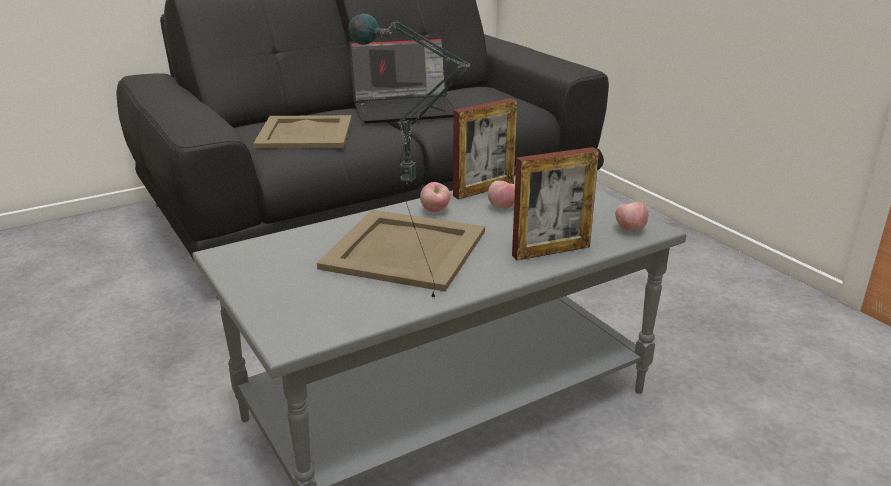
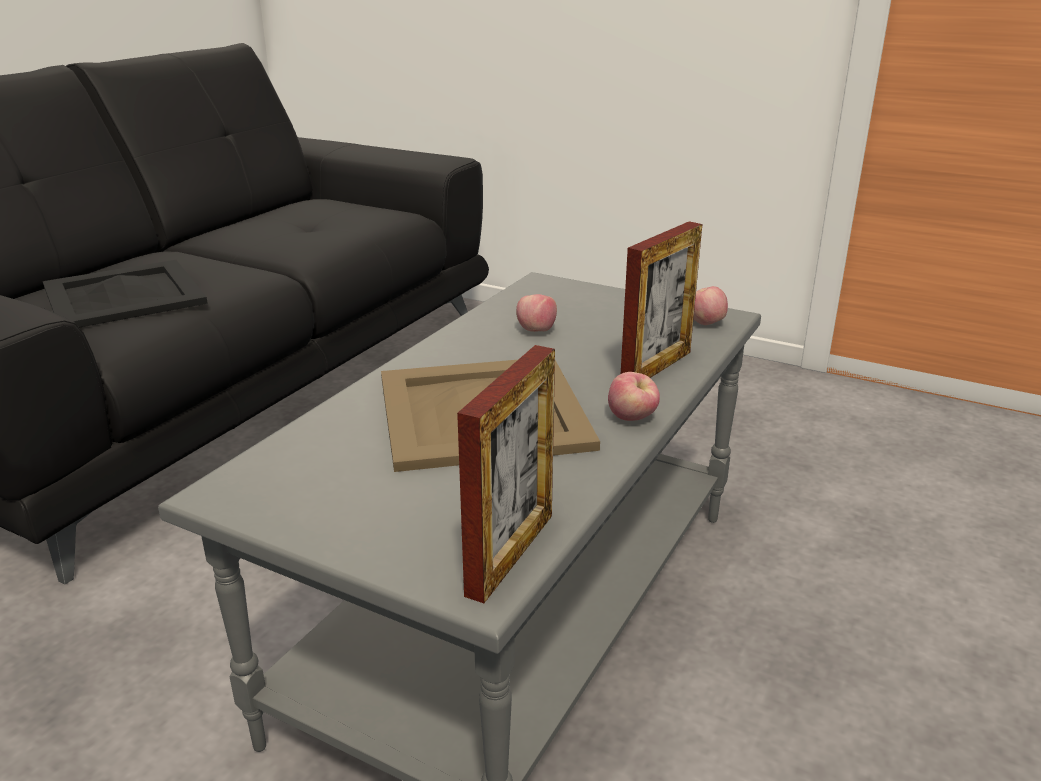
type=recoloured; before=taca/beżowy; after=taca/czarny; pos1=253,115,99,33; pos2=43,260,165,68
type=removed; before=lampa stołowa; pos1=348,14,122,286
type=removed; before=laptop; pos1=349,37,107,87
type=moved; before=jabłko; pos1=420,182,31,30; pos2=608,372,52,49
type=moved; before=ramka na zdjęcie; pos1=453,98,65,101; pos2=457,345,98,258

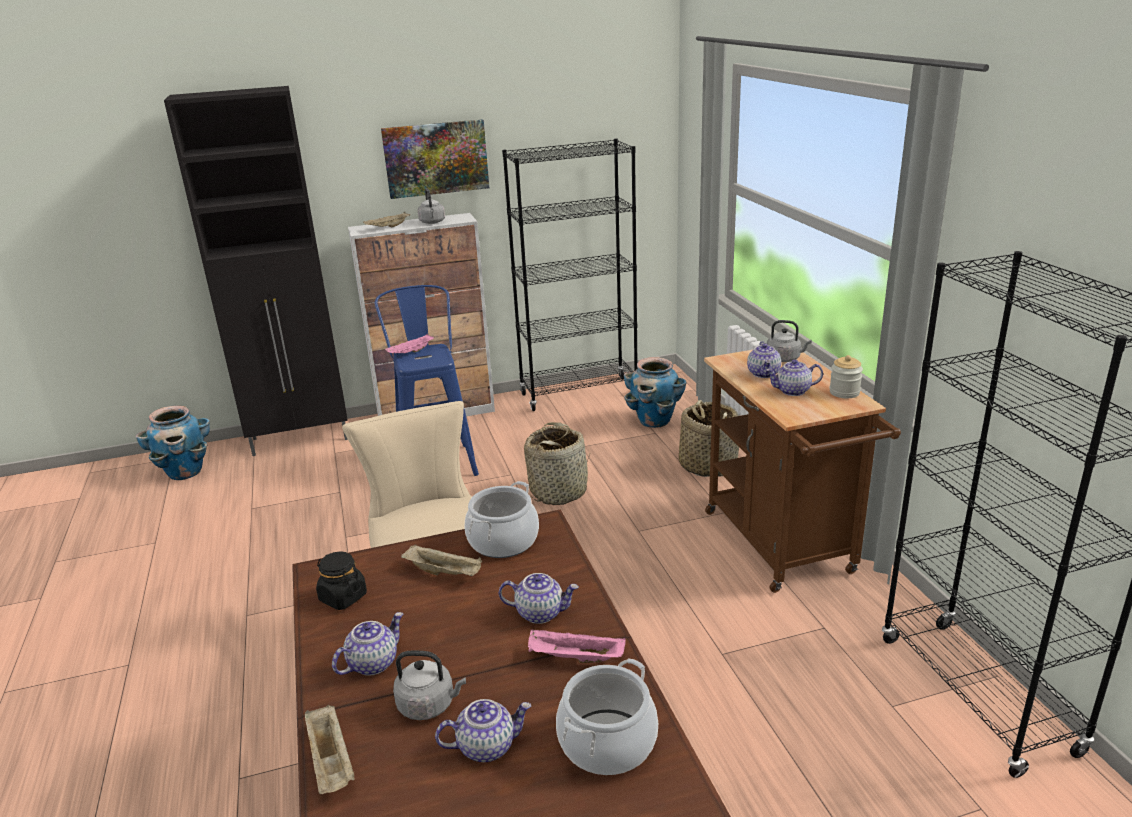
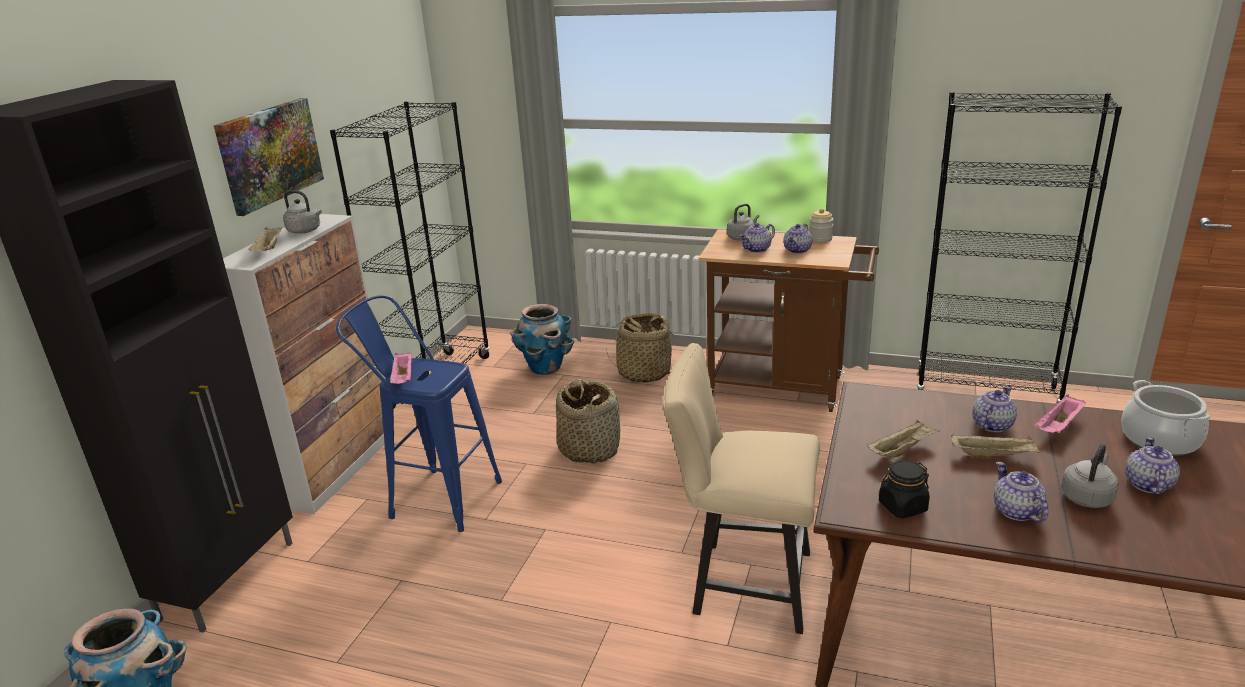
type=moved; before=taca/beżowy; pos1=305,705,50,89; pos2=951,434,89,25
type=removed; before=garnek; pos1=465,481,74,77
type=turned; before=imbryk; pos1=747,341,34,37; pos2=739,223,36,30; turn=105

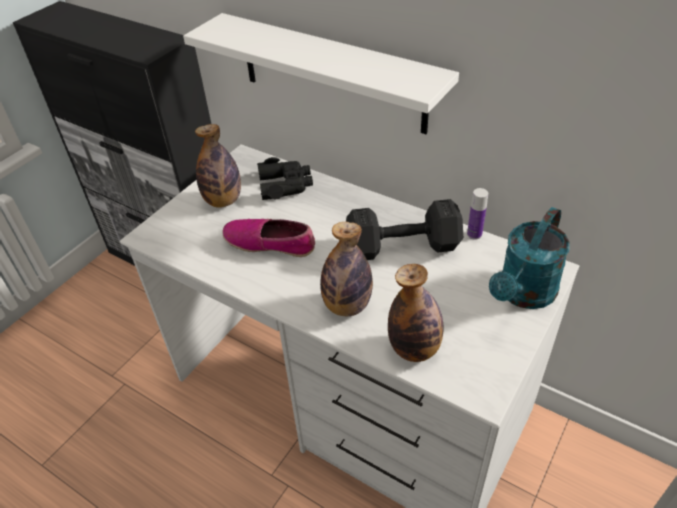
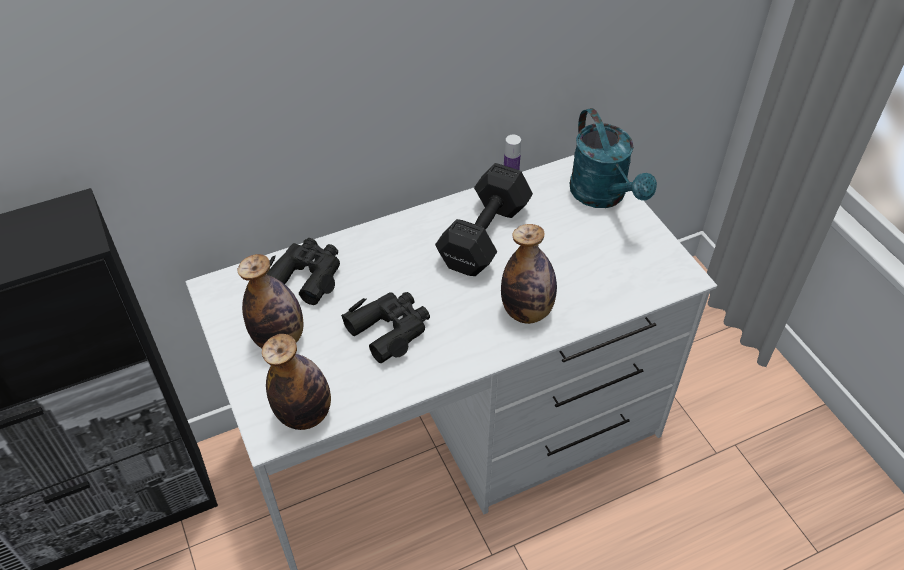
type=removed; before=półka/biały; pos1=183,13,276,121
type=replaced; before=but; after=lornetka/czarny; pos1=222,219,93,38; pos2=341,292,89,71
type=moved; before=butelka; pos1=388,264,56,98; pos2=262,334,69,96

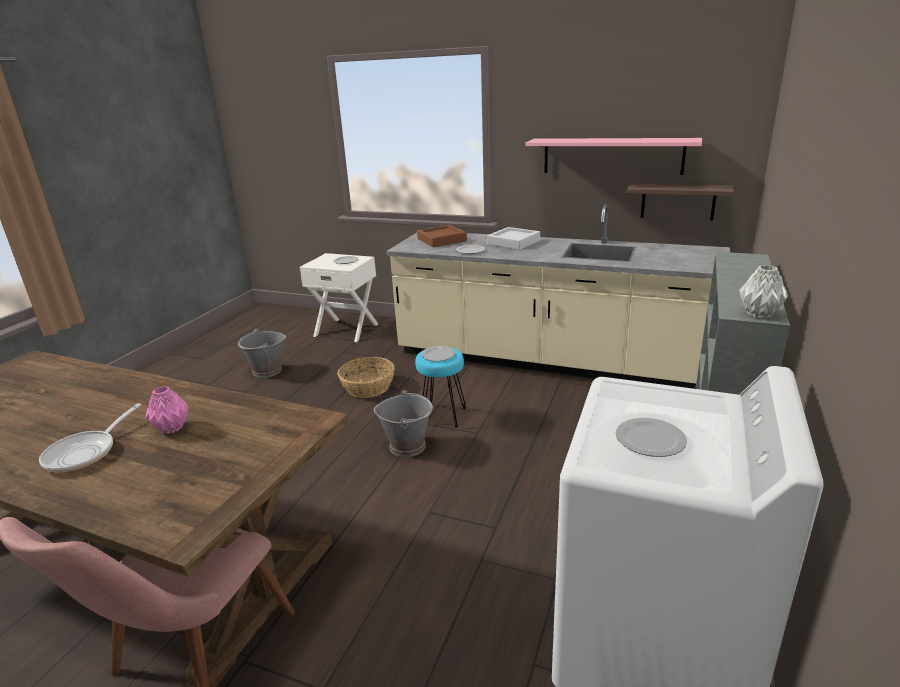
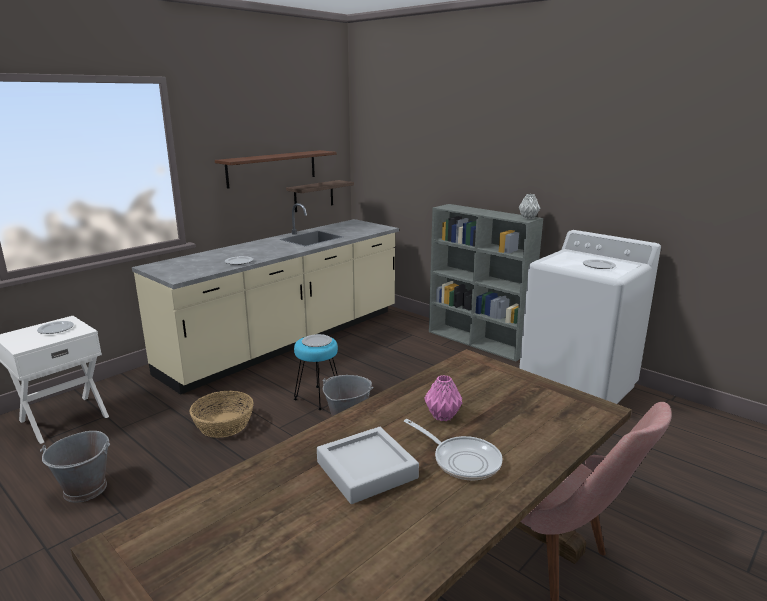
type=removed; before=taca/brązowy; pos1=417,225,50,22
type=moved; before=taca/szary; pos1=487,227,53,23; pos2=317,427,102,77
type=recoloured; before=półka/różowy; after=półka/brązowy; pos1=525,138,177,37; pos2=215,150,121,39

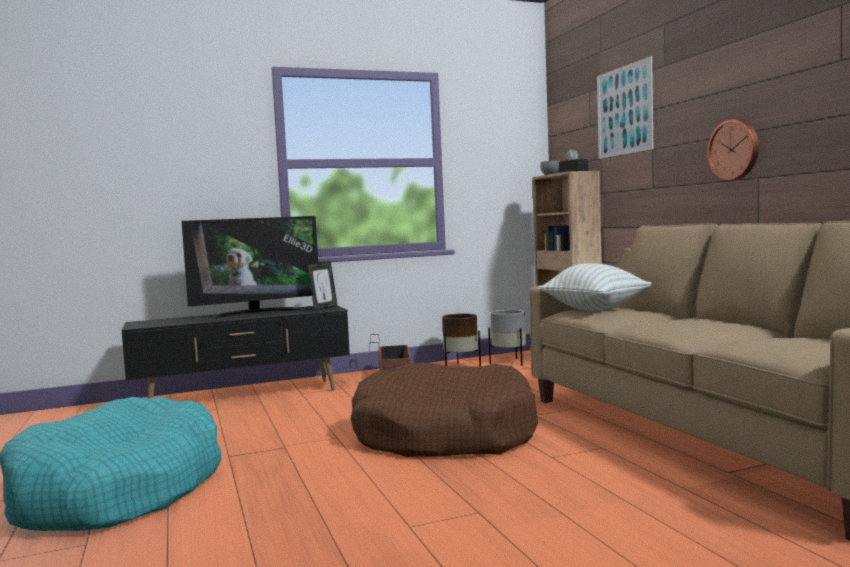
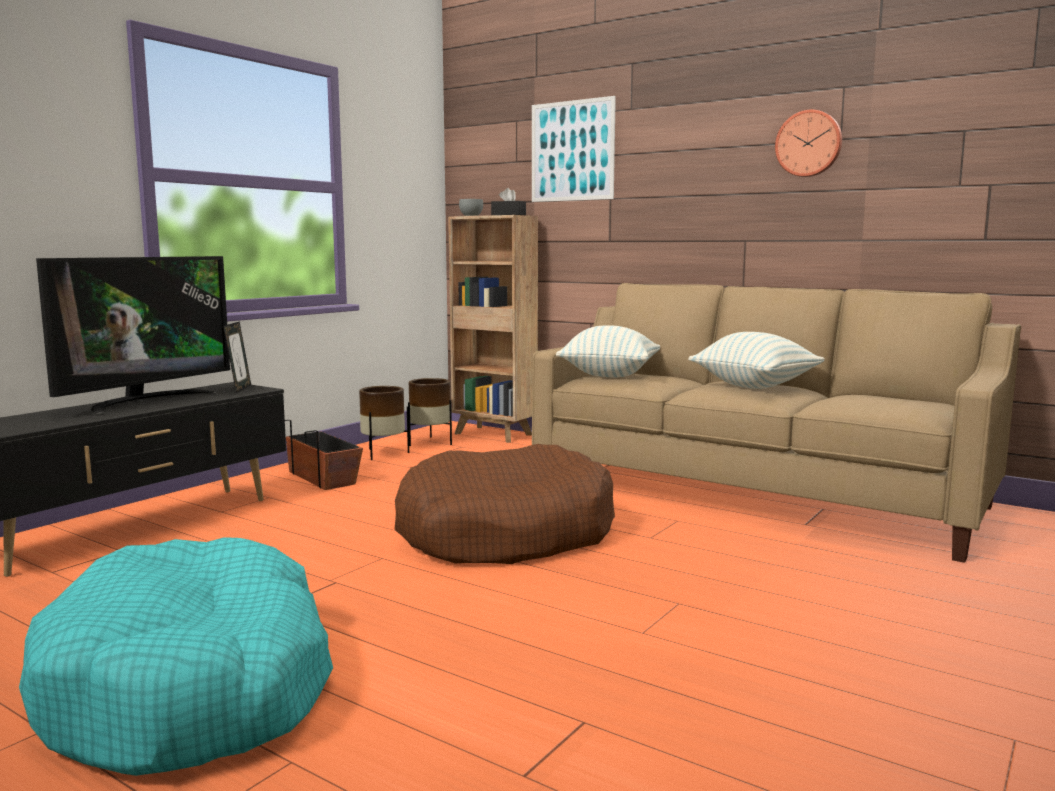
type=recoloured; before=donica/szary; after=donica/brązowy; pos1=488,310,38,56; pos2=408,378,44,68
type=moved; before=zegar ścienny; pos1=707,119,52,61; pos2=775,109,67,68
type=added; after=poduszka; pos2=688,332,137,57

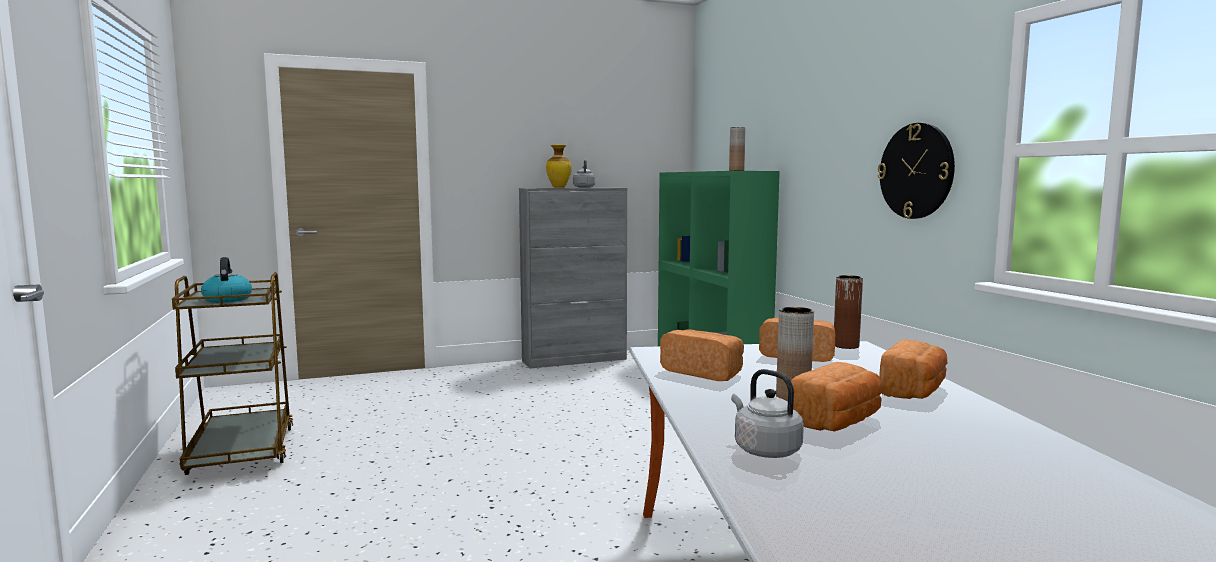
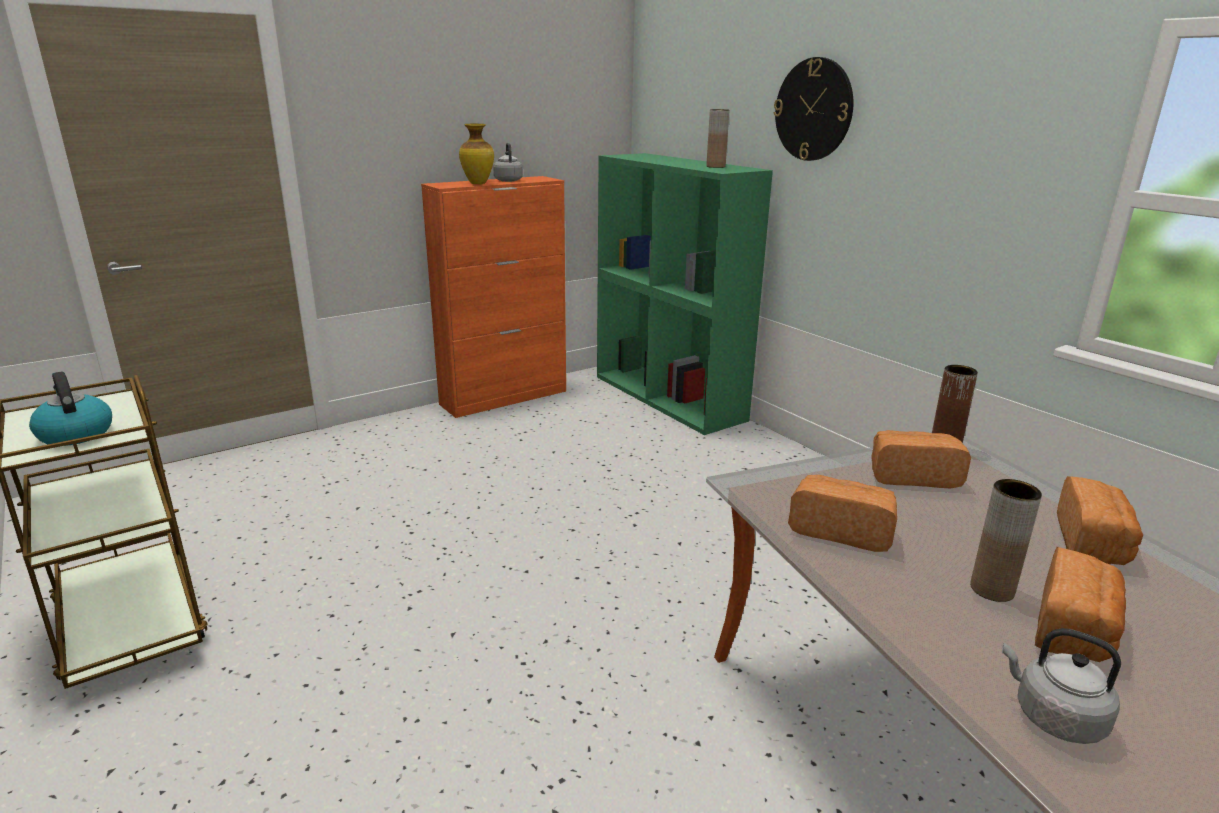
type=recoloured; before=szafka/szary; after=szafka/pomarańczowy; pos1=519,188,108,181; pos2=421,176,145,242
type=moved; before=zegar ścienny; pos1=878,123,77,96; pos2=774,57,79,104

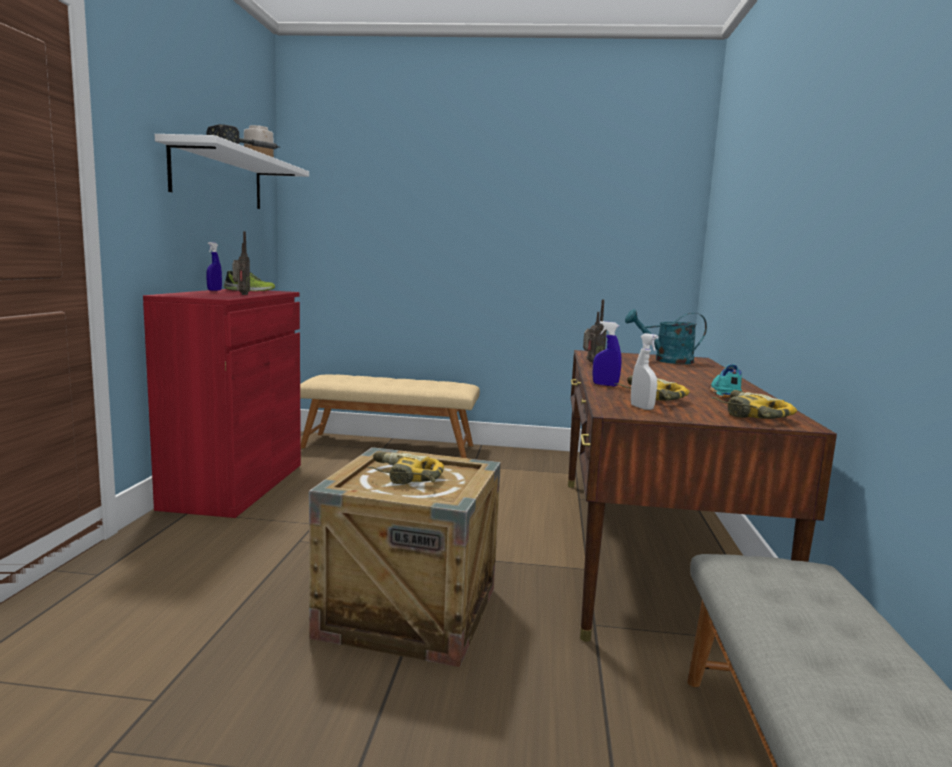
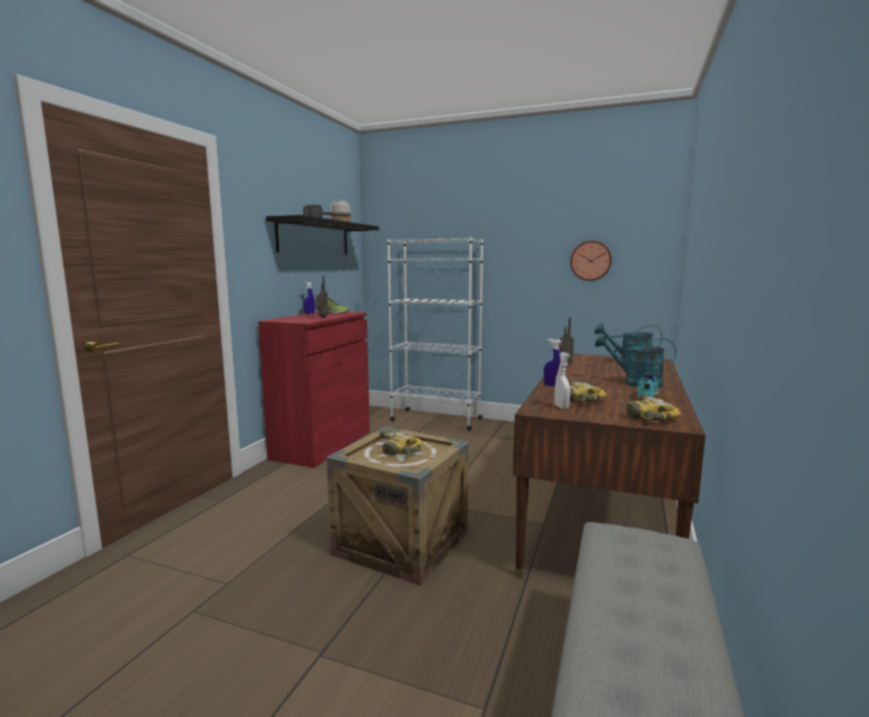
type=recoloured; before=półka/biały; after=półka/czarny; pos1=155,134,154,75; pos2=266,215,113,40
type=replaced; before=ławka/beżowy; after=regał/biały; pos1=300,374,180,84; pos2=387,237,97,194
type=added; after=zegar ścienny; pos2=570,241,42,40
type=added; after=konewka/turkusowy; pos2=595,334,81,54

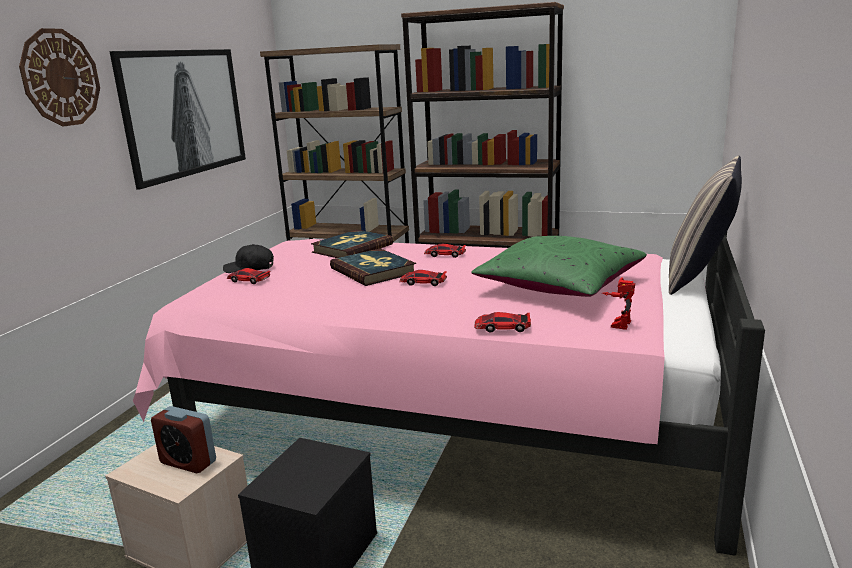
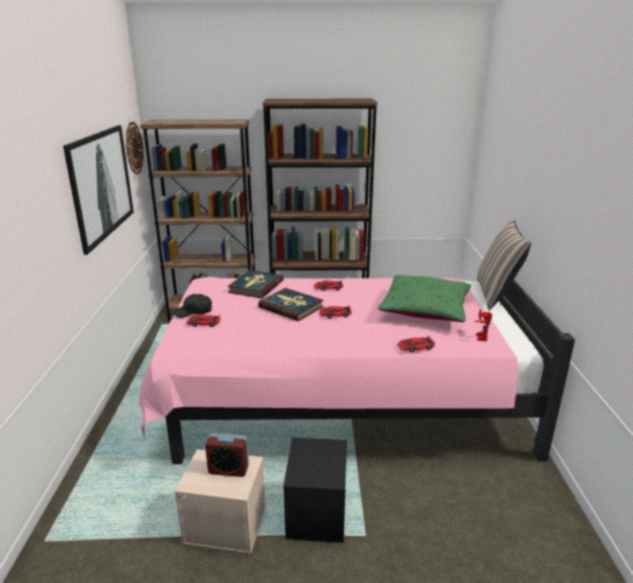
type=moved; before=zegar ścienny; pos1=19,28,81,99; pos2=126,121,18,54

